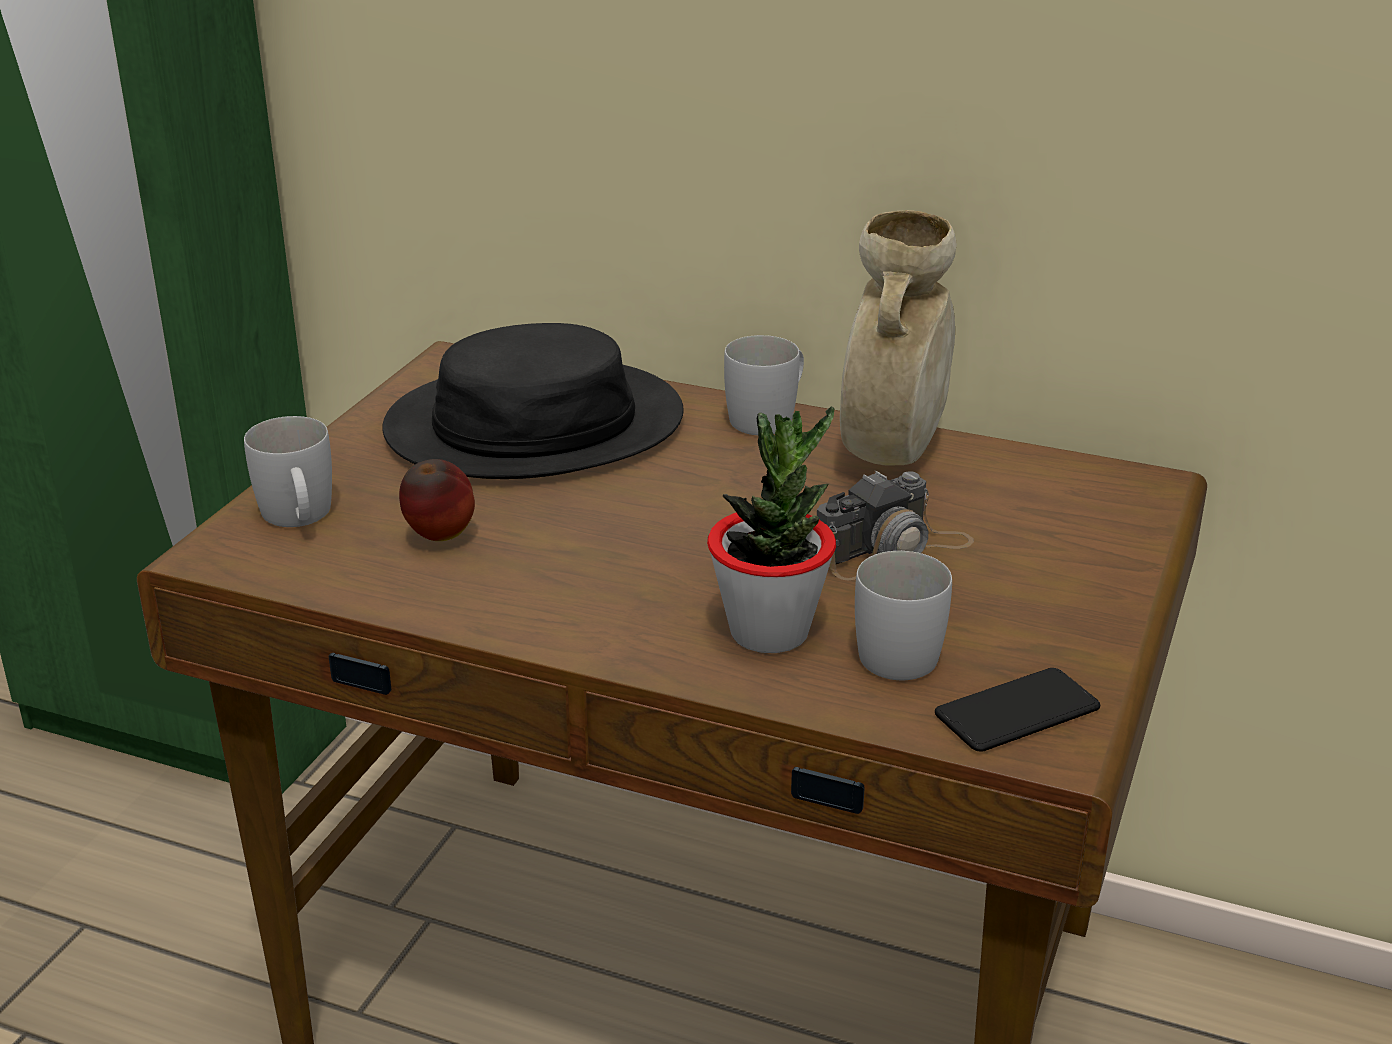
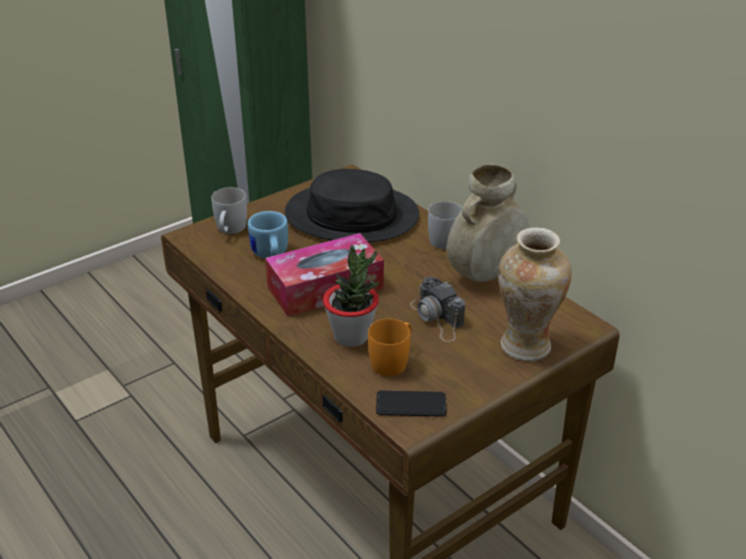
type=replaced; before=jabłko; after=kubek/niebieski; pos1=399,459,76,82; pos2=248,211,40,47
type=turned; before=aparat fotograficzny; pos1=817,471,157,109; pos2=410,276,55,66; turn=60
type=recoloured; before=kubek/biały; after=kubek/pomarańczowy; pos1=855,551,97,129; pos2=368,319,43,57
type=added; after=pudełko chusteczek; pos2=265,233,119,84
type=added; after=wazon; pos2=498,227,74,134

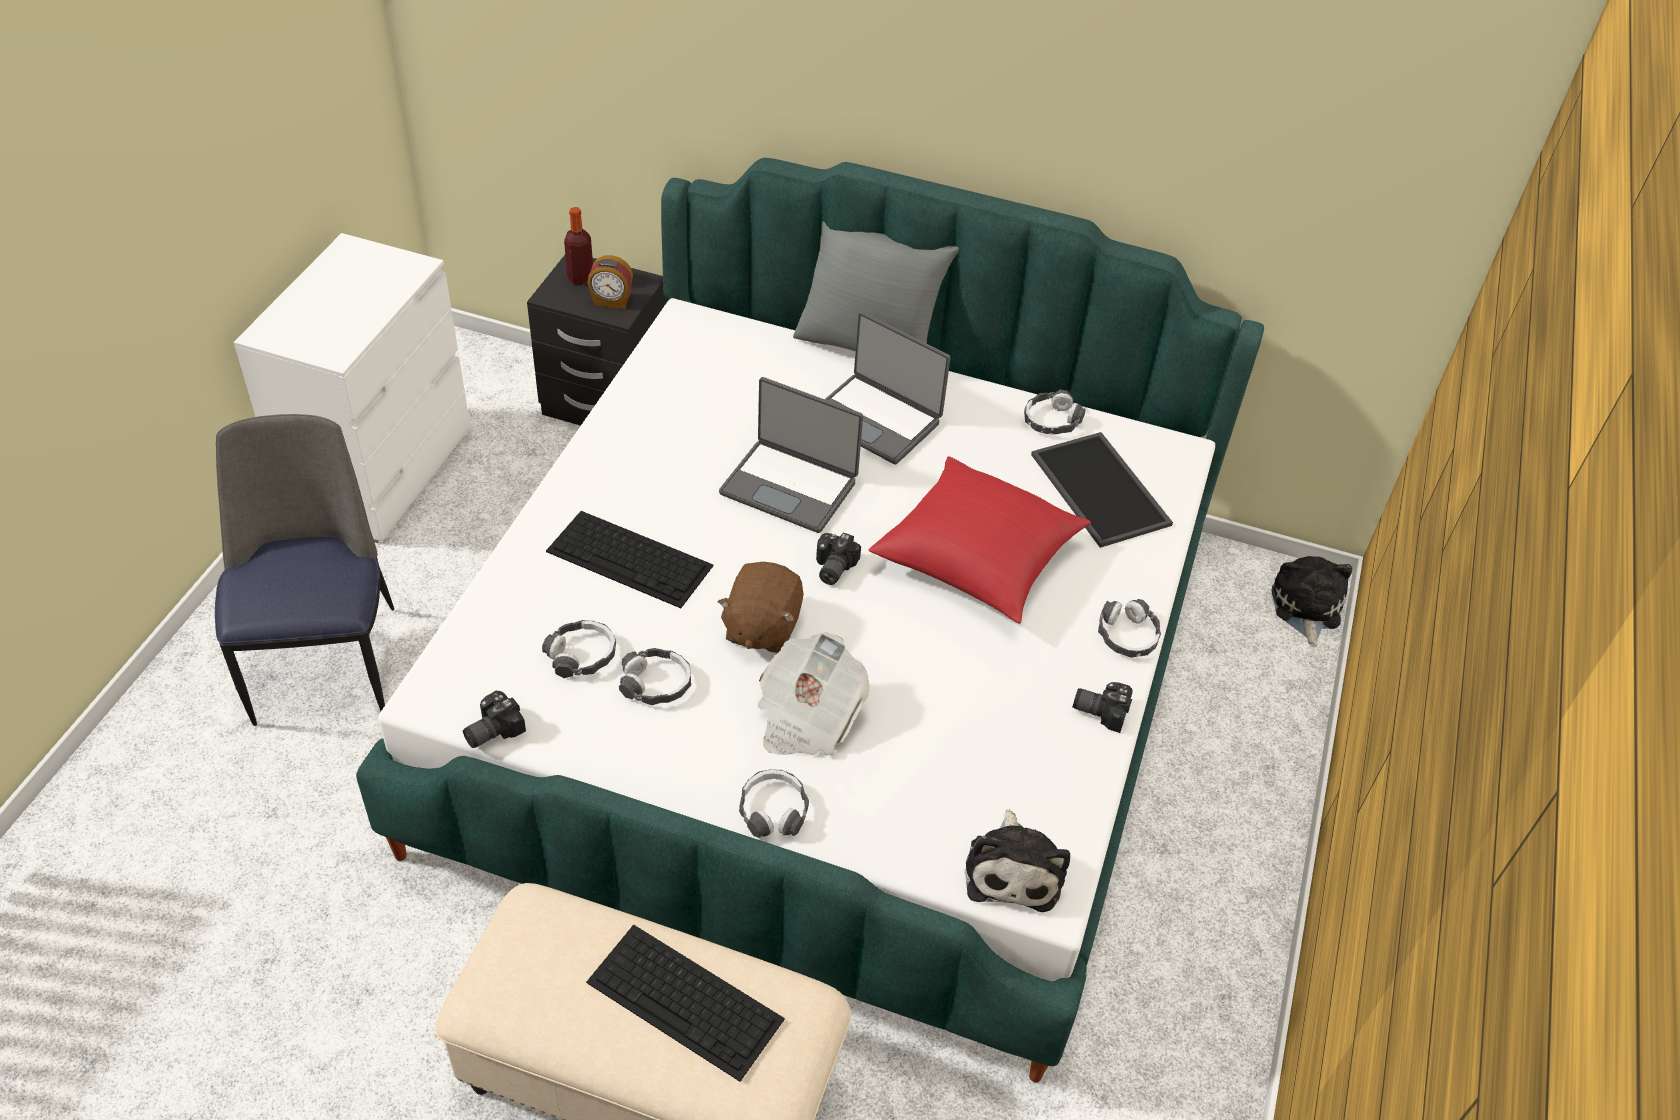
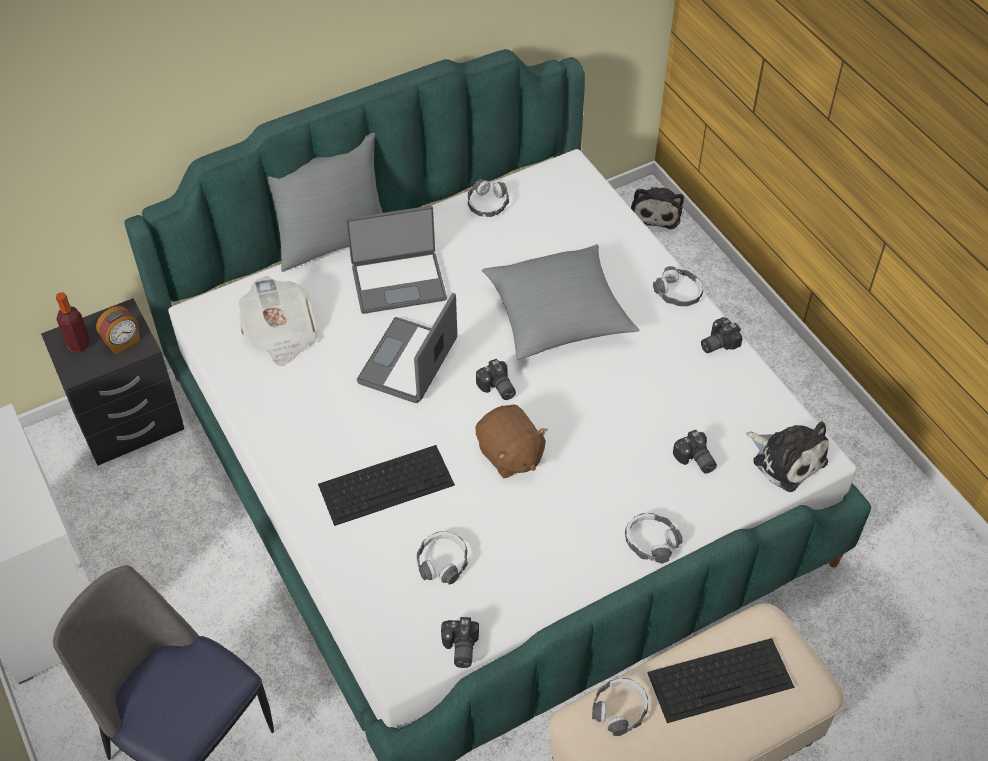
type=moved; before=słuchawki; pos1=619,648,72,57; pos2=592,678,56,58
type=turned; before=laptop; pos1=719,377,144,156; pos2=357,293,100,110; turn=135
type=moved; before=gazeta; pos1=758,632,112,124; pos2=239,276,78,90
type=recoloured; before=poduszka/czerwony; after=poduszka/szary; pos1=869,456,222,168; pos2=482,244,158,116
type=removed; before=taca; pos1=1031,432,142,116
type=turned; before=pluszak; pos1=1271,556,81,91; pos2=631,187,53,42; turn=-135
type=added; after=aparat fotograficzny; pos2=673,429,44,45

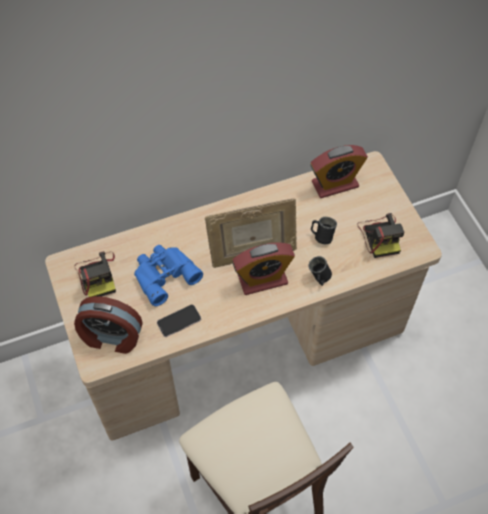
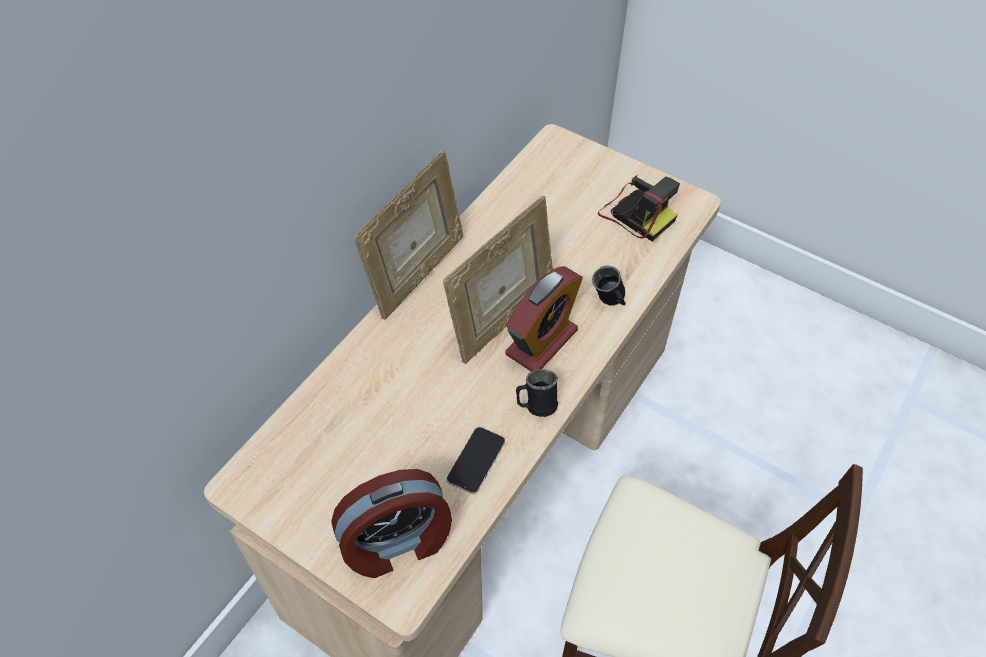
type=removed; before=aparat fotograficzny; pos1=75,251,41,46
type=removed; before=lornetka/niebieski; pos1=134,245,69,61
type=removed; before=budzik; pos1=310,145,58,53
type=moved; before=kubek/czarny; pos1=311,217,26,27; pos2=516,369,42,48
type=added; after=ramka na zdjęcie; pos2=354,150,110,169

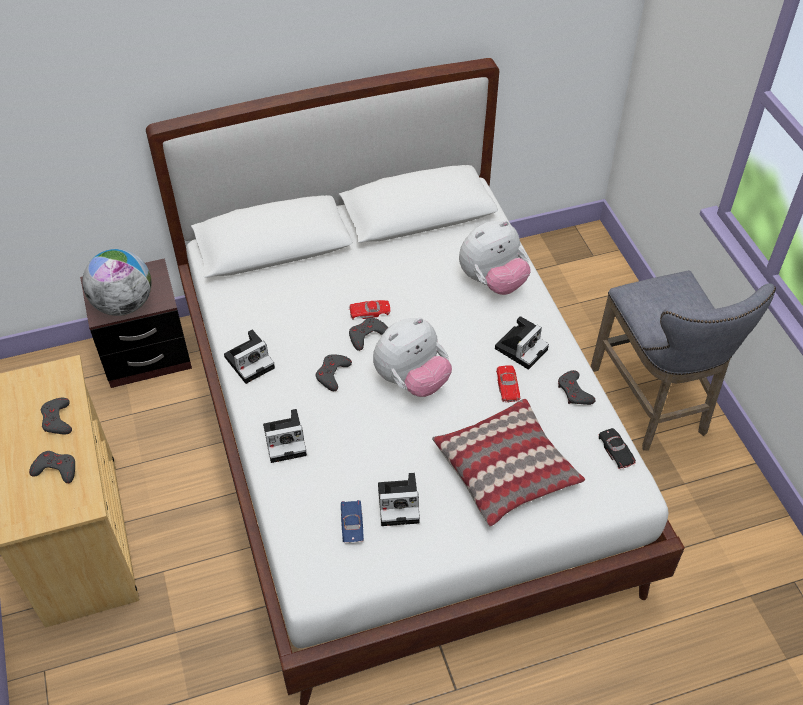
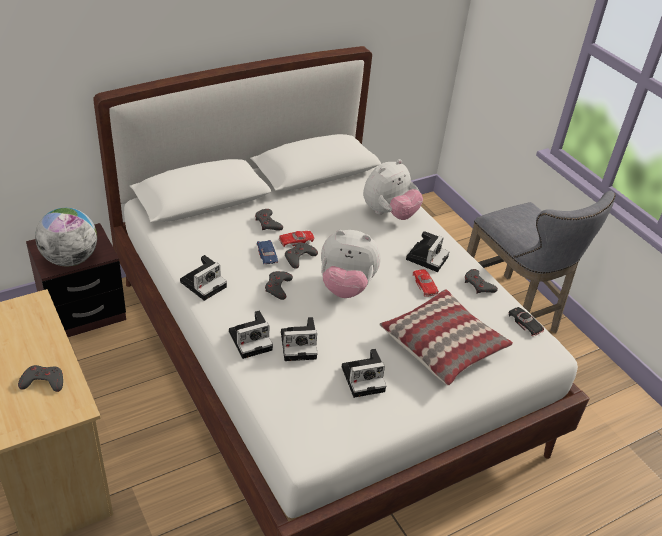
type=moved; before=pad do gier/szary; pos1=41,398,31,36; pos2=255,209,28,22
type=moved; before=samochodzik/niebieski; pos1=341,500,23,43; pos2=257,240,21,24
type=turned; before=pluszak; pos1=373,317,79,80; pos2=321,230,60,68; turn=60
type=added; after=aparat fotograficzny; pos2=281,317,37,44

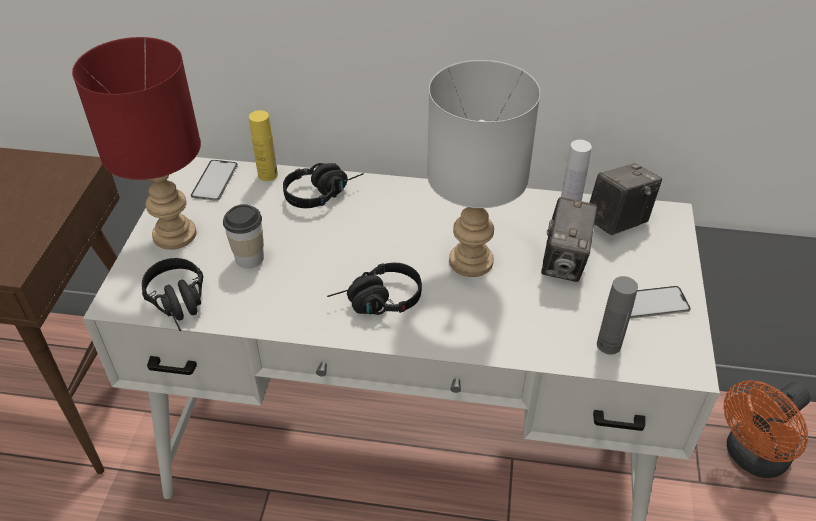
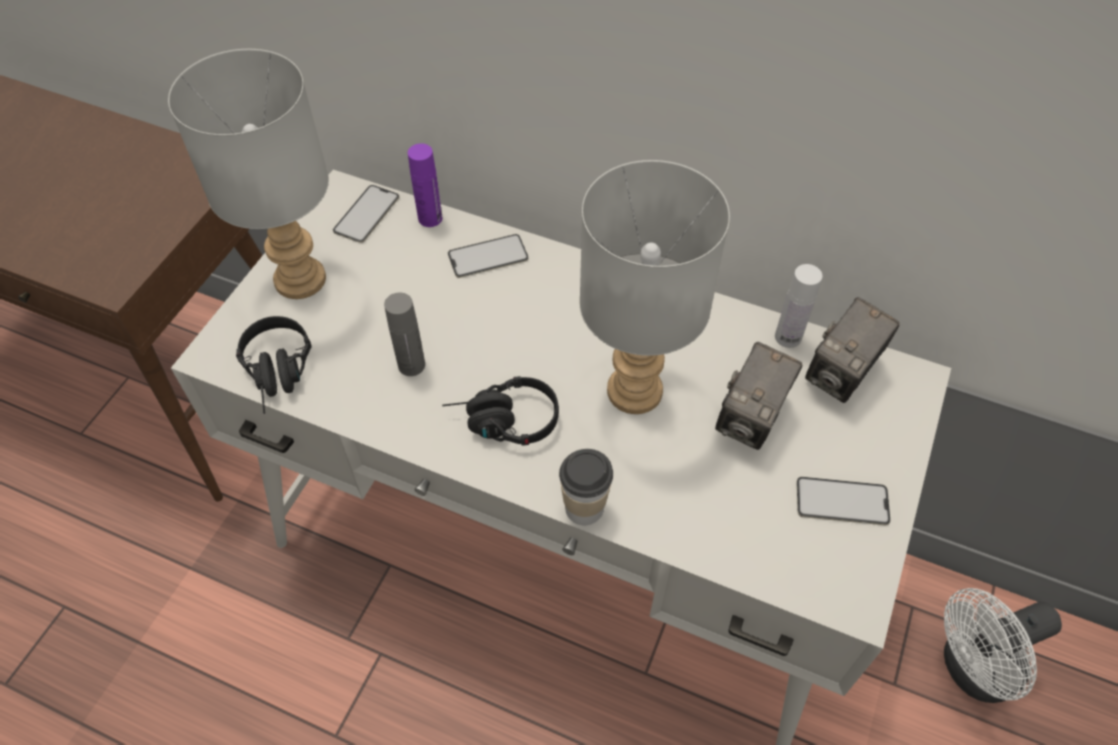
type=recoloured; before=lampa stołowa/czerwony; after=lampa stołowa/szary; pos1=72,37,129,213; pos2=168,49,161,250
type=moved; before=filiżanka; pos1=223,204,41,65; pos2=559,449,54,76
type=recoloured; before=butelka/żółty; after=butelka/fioletowy; pos1=249,110,29,71; pos2=408,143,34,84
type=replaced; before=słuchawki/czarny; after=telefon; pos1=283,163,81,45; pos2=448,234,80,44
type=turned; before=aparat fotograficzny; pos1=589,163,73,72; pos2=805,297,95,106; turn=150
type=moved; before=butelka/szary; pos1=597,276,41,79; pos2=384,292,41,84
type=recoloured; before=wentylator/pomarańczowy; after=wentylator/biały; pos1=724,380,87,98; pos2=944,588,118,115

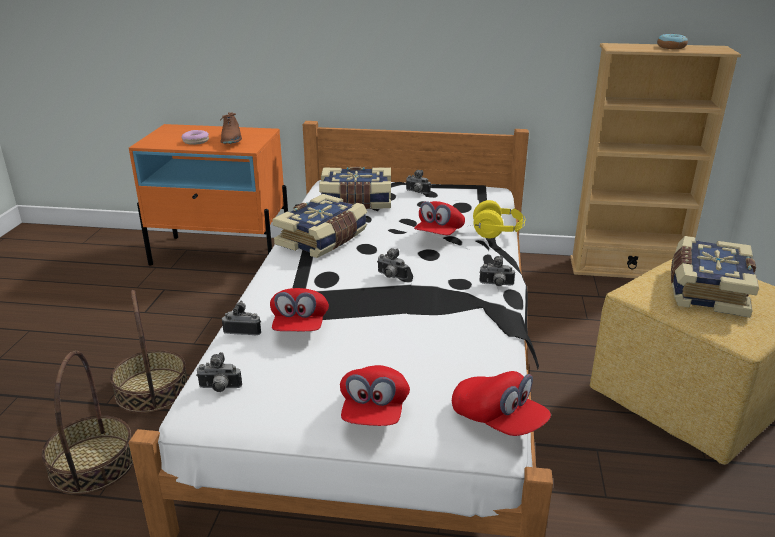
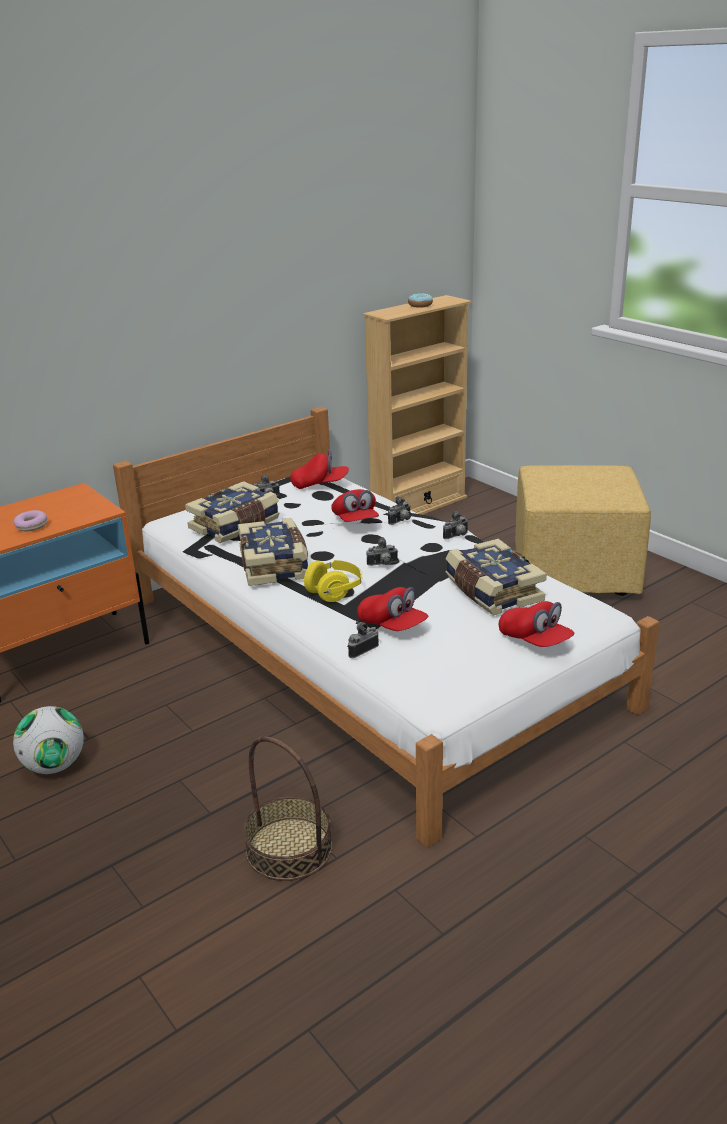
type=removed; before=koszyk; pos1=110,290,78,123
type=moved; before=aparat fotograficzny; pos1=196,352,46,40; pos2=388,496,23,29
type=removed; before=but/brązowy; pos1=221,112,21,32
type=moved; before=czapka z daszkiem/czerwony; pos1=452,371,99,65; pos2=290,450,59,39
type=moved; before=słuchawki/żółty; pos1=473,200,52,39; pos2=304,560,58,42
type=moved; before=książka; pos1=671,236,88,82; pos2=445,539,102,76
type=added; after=piłka futbolowa; pos2=13,706,71,68

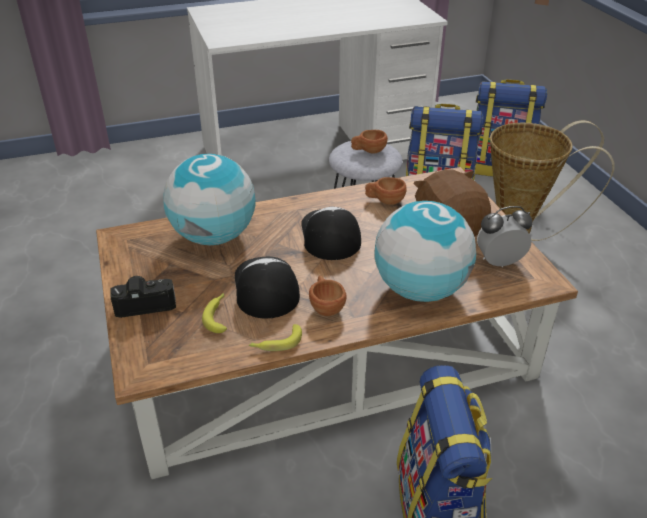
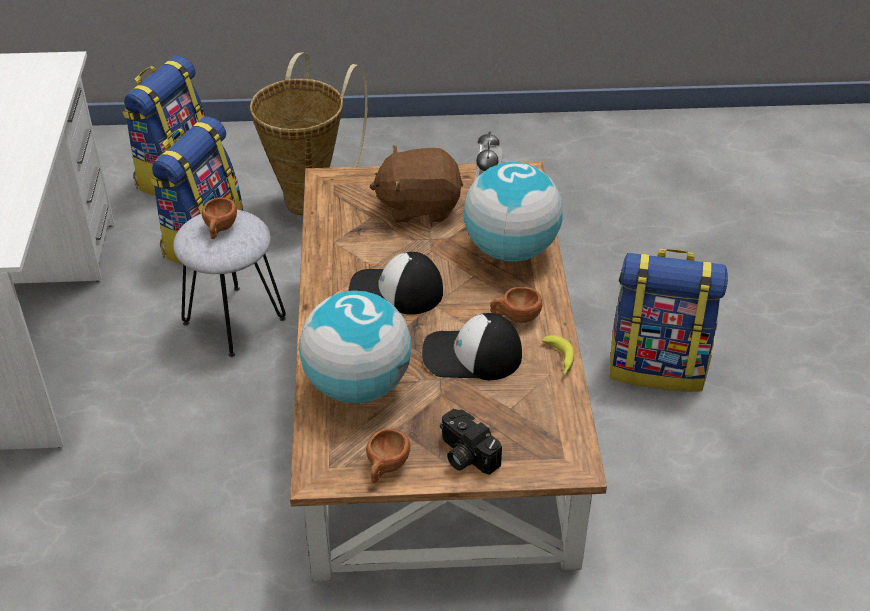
type=turned; before=aparat fotograficzny; pos1=110,276,66,42; pos2=440,409,62,66; turn=-45
type=removed; before=banan; pos1=202,293,25,40
type=moved; before=filiżanka/brązowy; pos1=365,177,42,28; pos2=366,429,44,54

